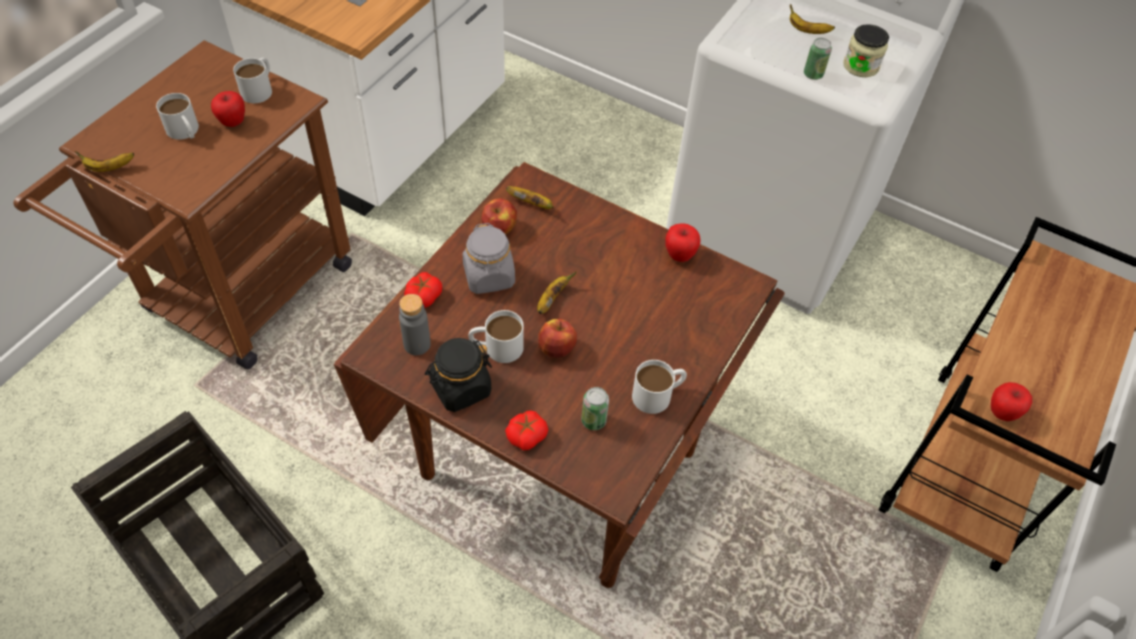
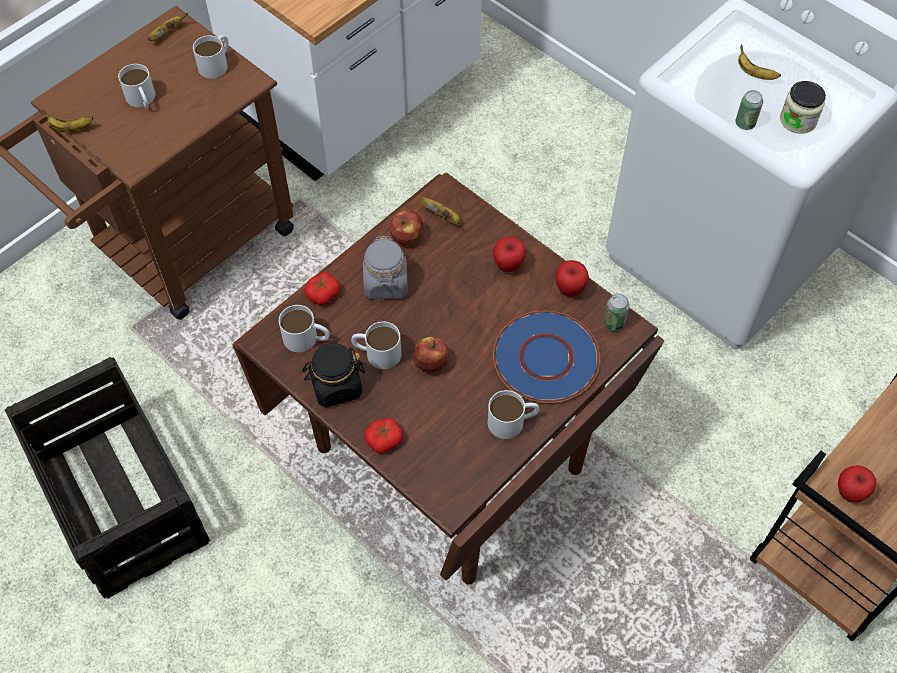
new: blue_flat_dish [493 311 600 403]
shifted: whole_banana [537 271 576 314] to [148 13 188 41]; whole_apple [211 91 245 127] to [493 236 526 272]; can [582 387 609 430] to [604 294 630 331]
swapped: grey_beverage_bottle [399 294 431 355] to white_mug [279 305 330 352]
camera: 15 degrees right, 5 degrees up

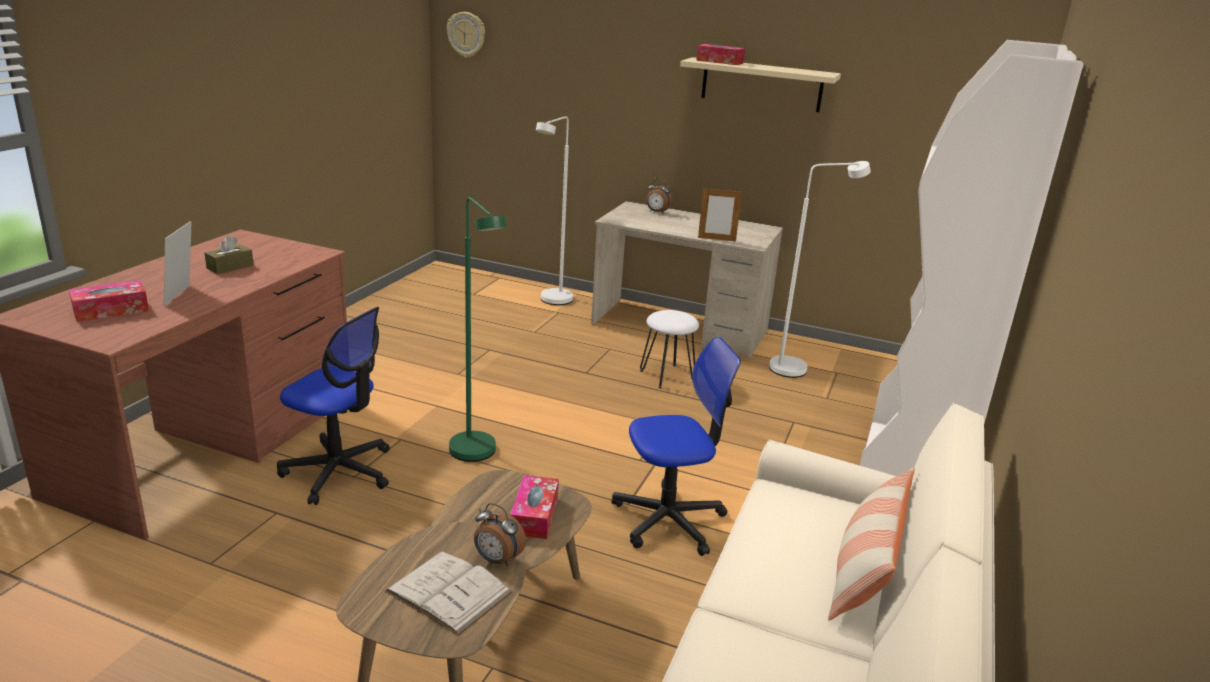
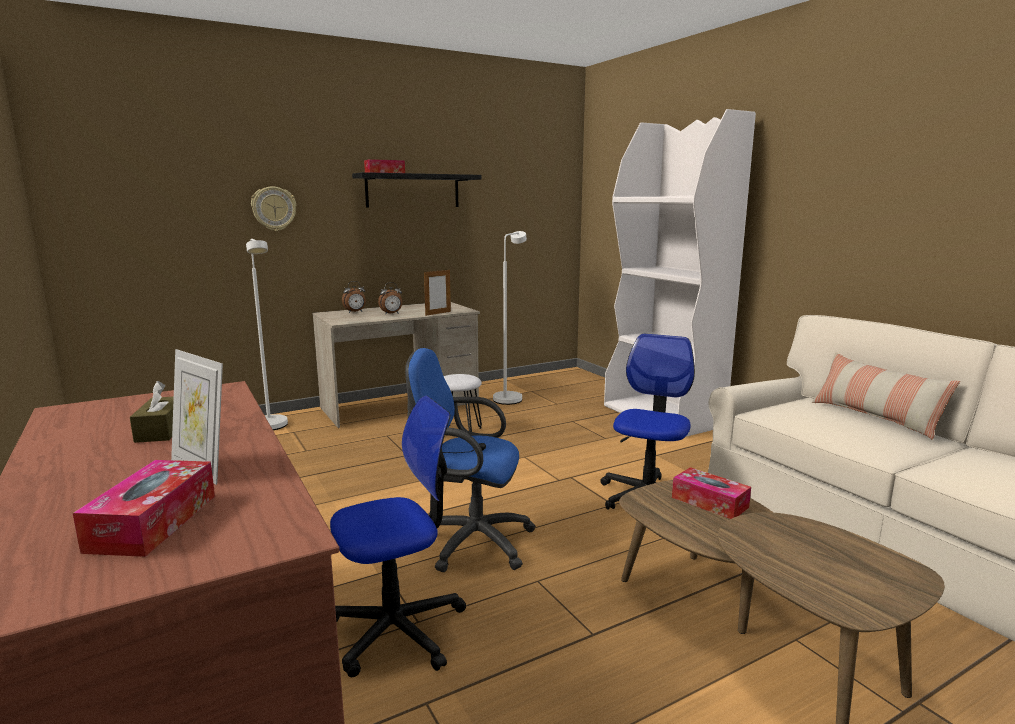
gone: white_bound_book [385 551 512 636]
shifted: wall_clock [447 12 485 58] to [251 186 296 231]; bedside_clock [474 503 526 566] to [378 282 402 314]
swapped: green-coloured_standard_lamp [449 197 506 462] to blue_office_chair [405 348 536 572]
repainted: sand-coloured_wall_shelf [680 57 841 112] to black-coloured_wall_shelf [352 172 481 207]
camera: 50 degrees left, 10 degrees down

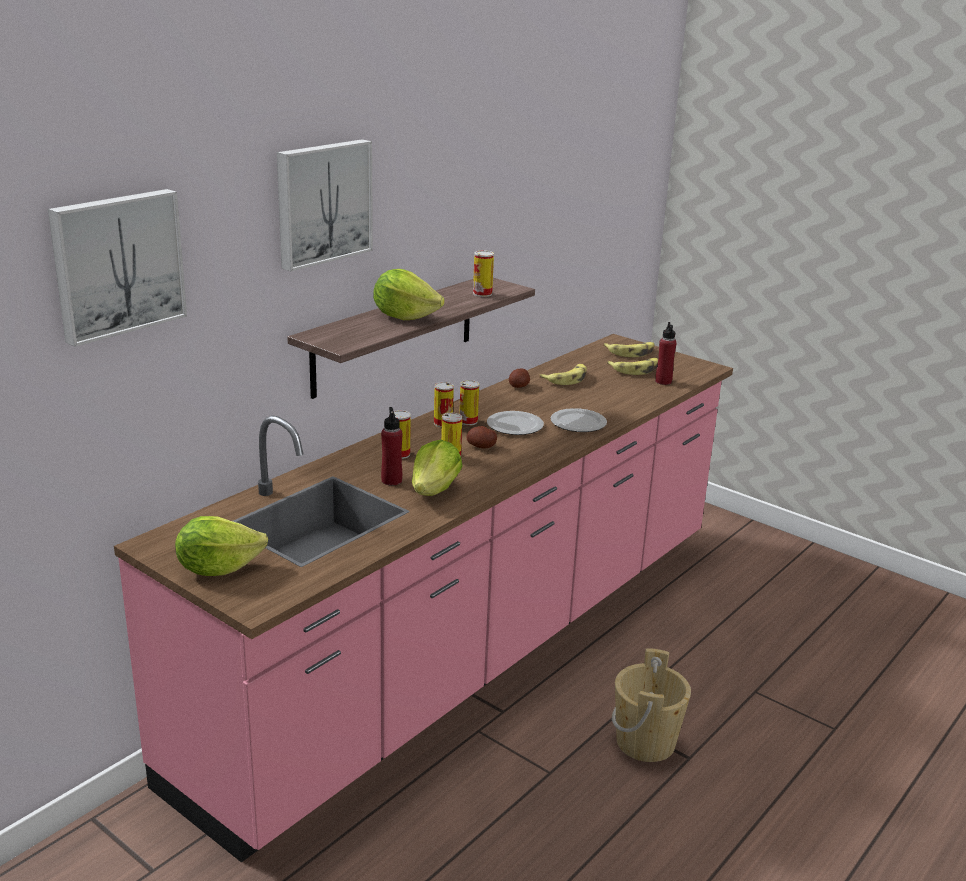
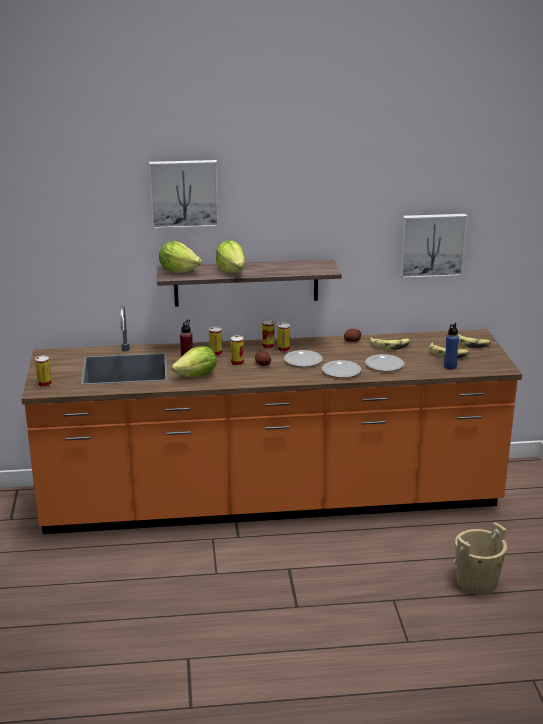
new: flat_dish [365 354 404 371]
shifted: can [473 251 494 297] to [35 356 52 388]; head_of_lettuce [175 516 268 576] to [159 241 202 273]; picture [48 189 187 347] to [400 214 467 279]; sand-coloured_water_bucket [612 648 691 762] to [454 522 507 595]
repainted: pinkish_kitchen_base_unit [114 334 733 862] to orange-coloured_kitchen_base_unit [21 306 522 534]; reddish_beverage_bottle [655 322 677 385] to blue_beverage_bottle [444 323 459 369]
camera: 45 degrees right, 0 degrees up

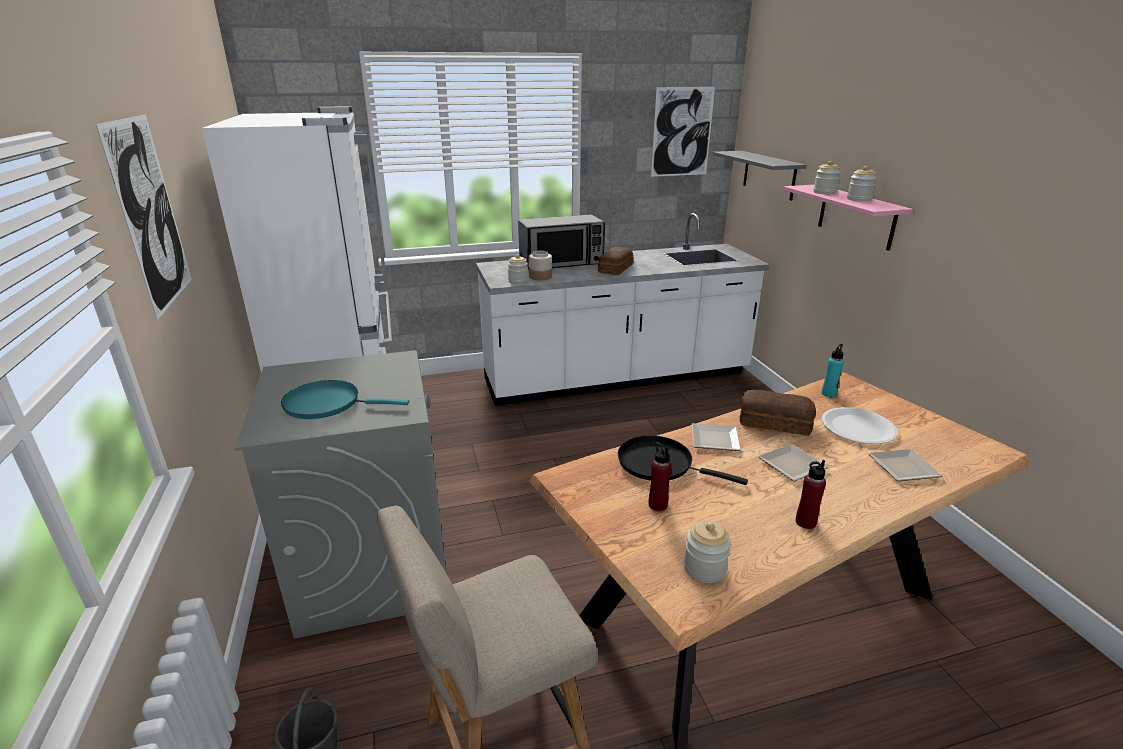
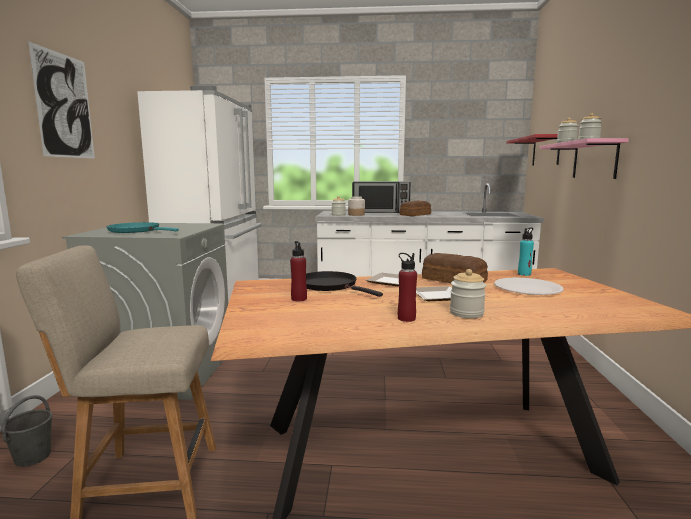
gone: picture [651 87 715 177]; flat_dish [868 449 943 481]
shifted: preserve_jar [684 520 731 583] to [450 269 486 318]
repainted: grey_wall_shelf [713 151 806 201] to reddish_wall_shelf [507 134 560 166]
camera: 20 degrees right, 15 degrees down

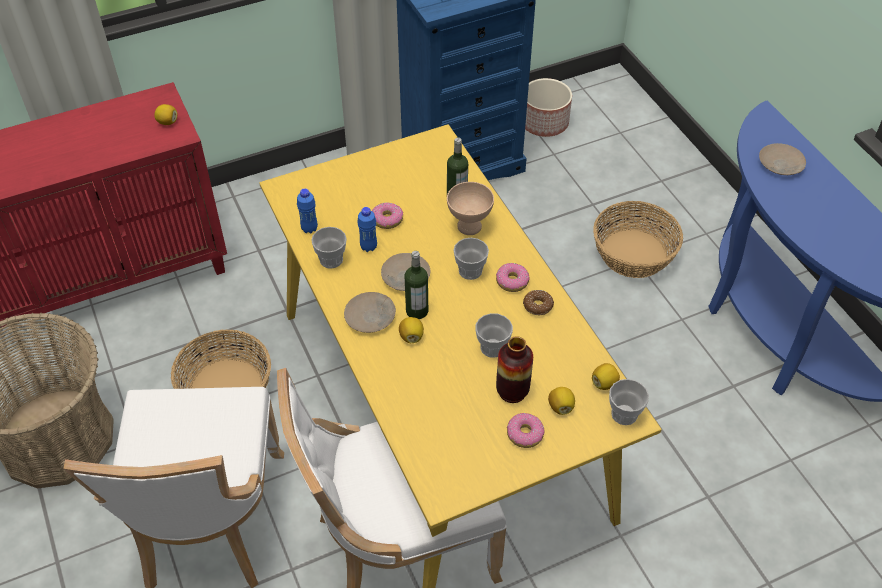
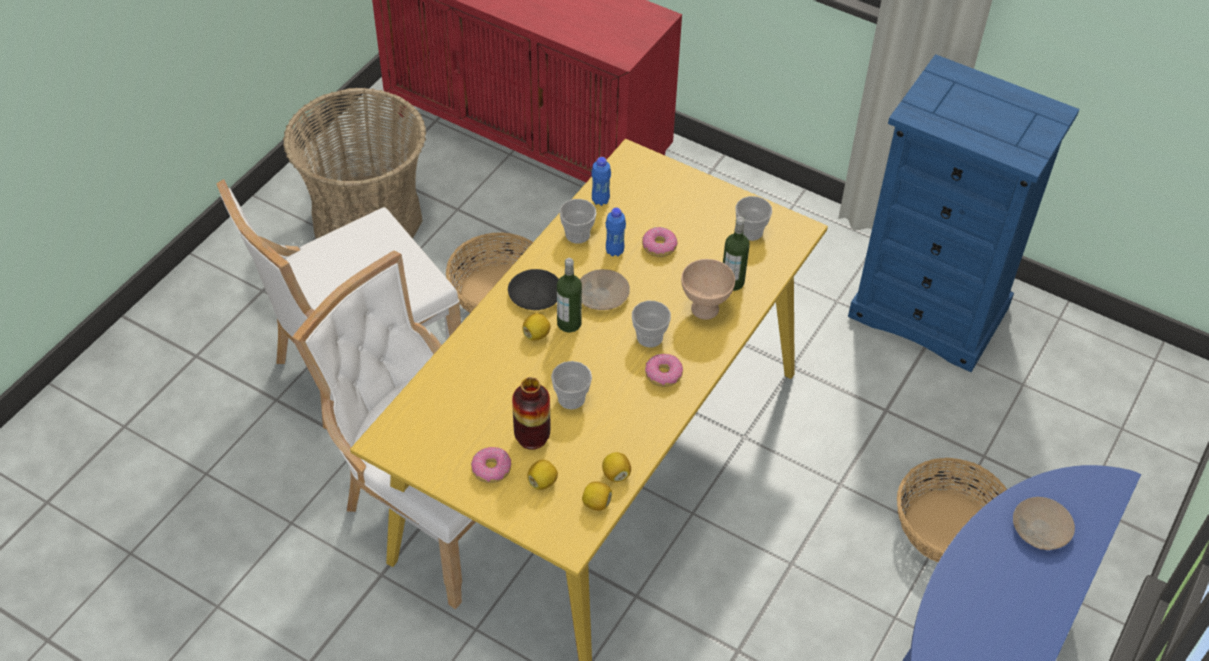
gone: donut [523 290 554 315]; planter [525 78 572 137]
shifted: citrus_fruit [154 104 177 125] to [602 452 631 482]; cup [609 379 649 425] to [735 196 772 241]
repainted: sand-coloured_flat_dish [344 292 396 333] to black-coloured_flat_dish [508 269 559 310]
camera: 55 degrees right, 0 degrees up

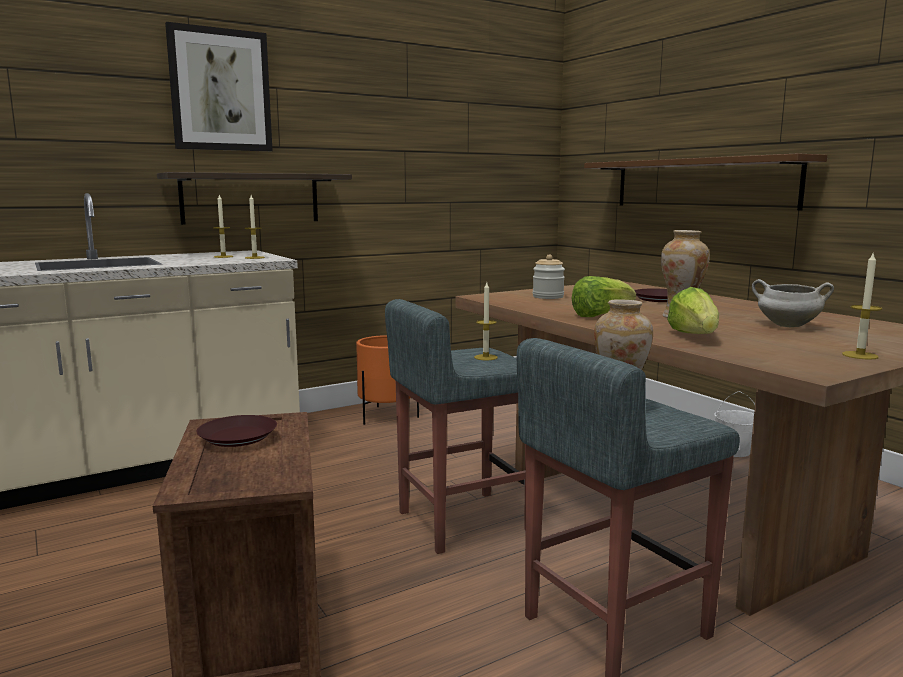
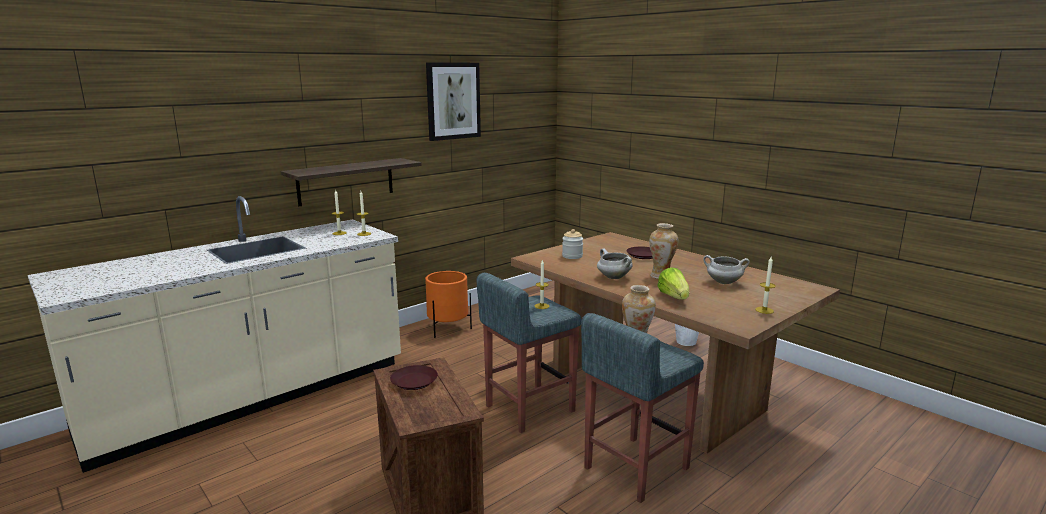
gone: brownish_wall_shelf [584 153 827 210]
shifted: picture [165 22 273 151] to [426 62 481 141]
swapped: head_of_lettuce [572 276 636 317] to white_cooking_pot [597 248 633 279]
camera: 10 degrees left, 5 degrees up

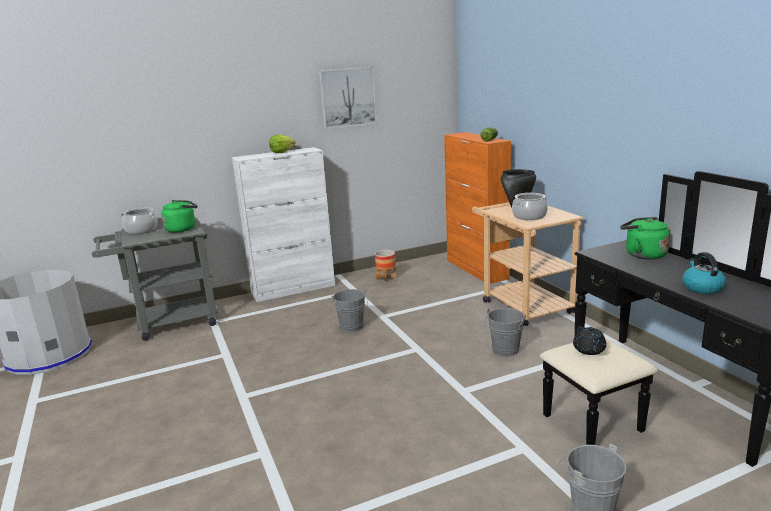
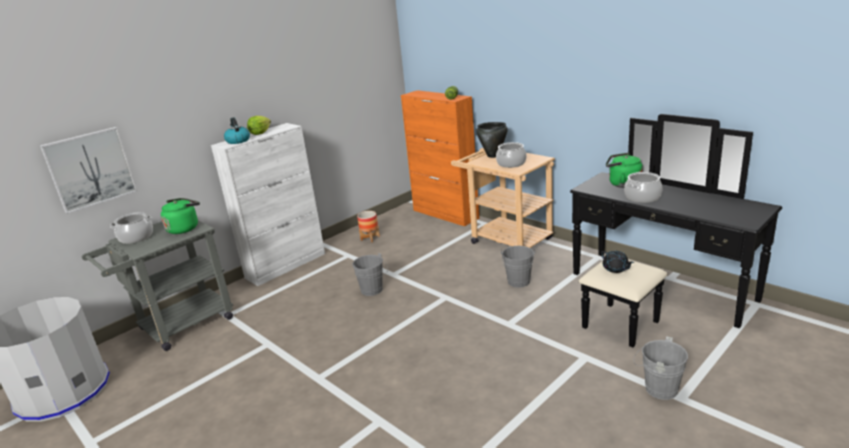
new: cooking_pot [624 172 662 203]
shifted: picture [319 67 377 129] to [40 127 137 214]; kettle [682 252 726 294] to [224 117 250 144]
camera: 20 degrees left, 5 degrees up

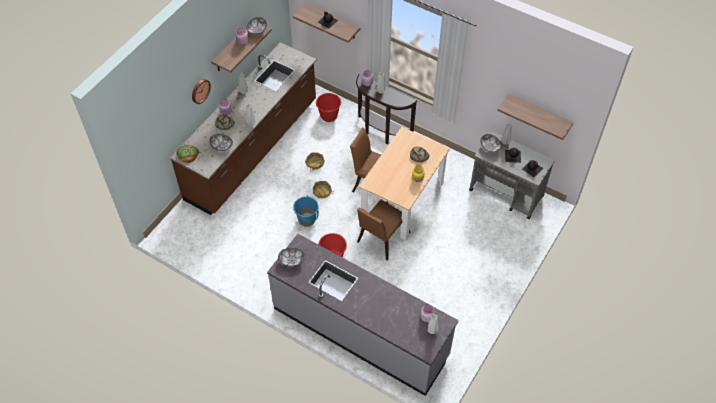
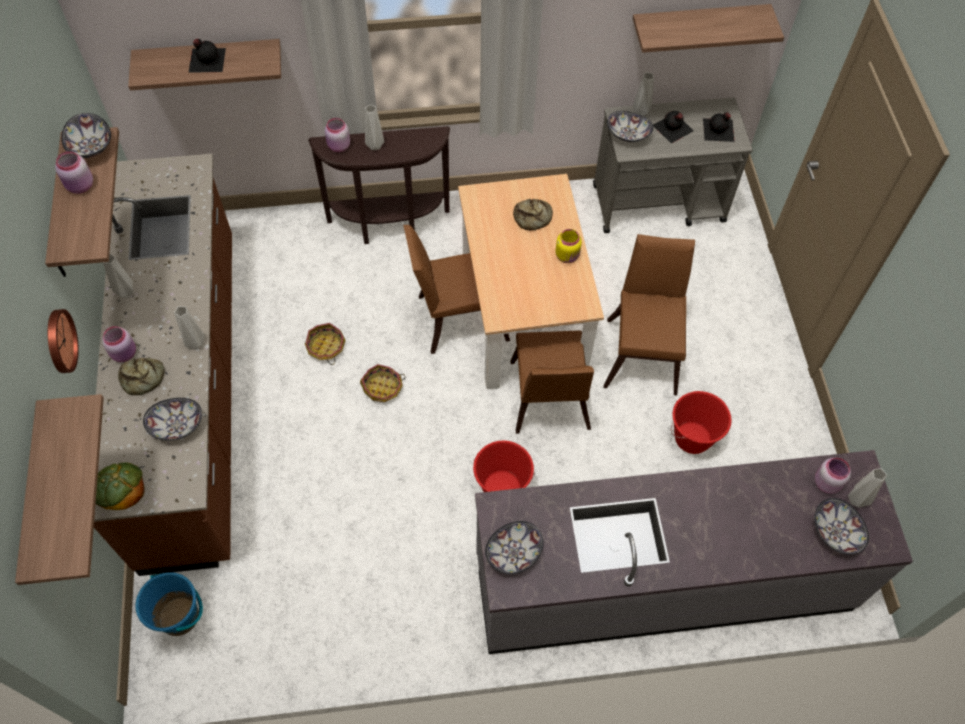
new: wall_shelf [15 394 104 585]; brownish_upright_chair [604 234 695 395]; serving_bowl [815 498 869 554]
shifted: blue_water_bucket [293 196 319 227] to [135 572 203 636]; reddish_water_bucket [316 93 342 122] to [671 391 732 454]
camera: 40 degrees left, 5 degrees up

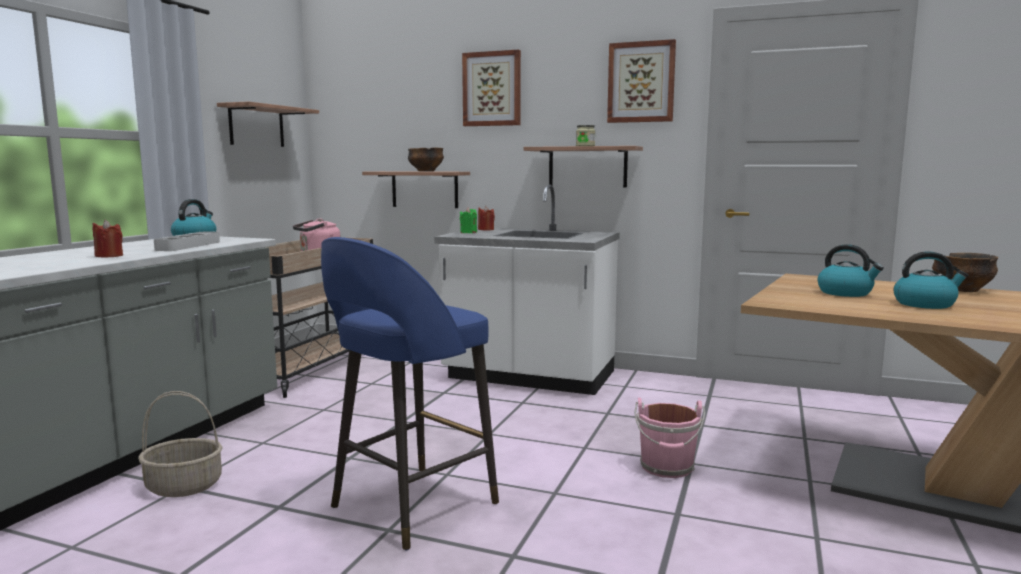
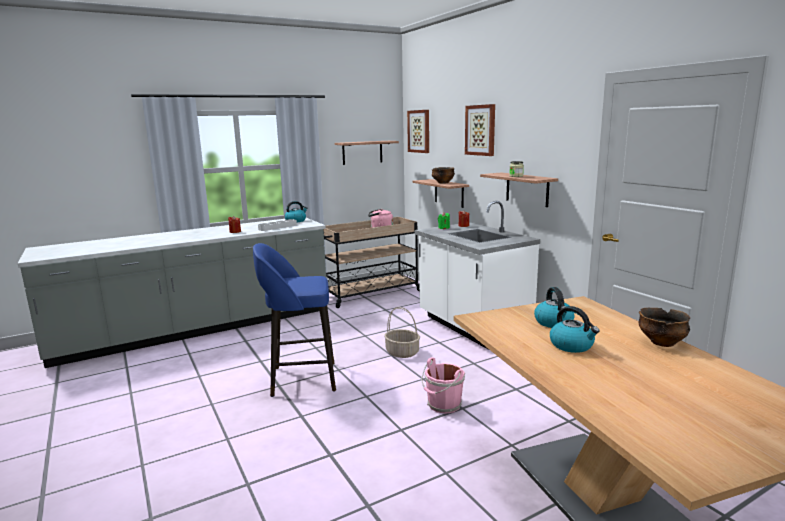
shifted: household_basket [138 391 223 497] to [384 307 420 358]; picture [607 39 676 123] to [407 110 429 153]
camera: 40 degrees right, 5 degrees up

